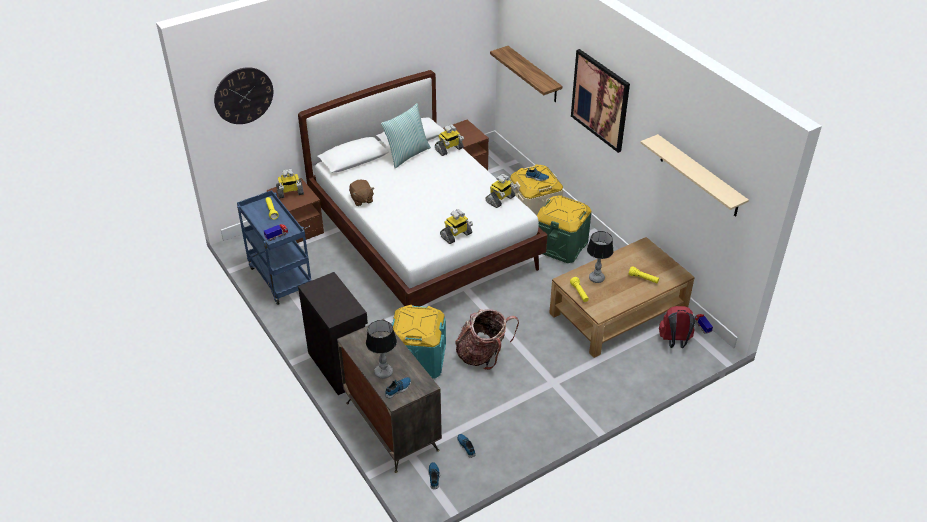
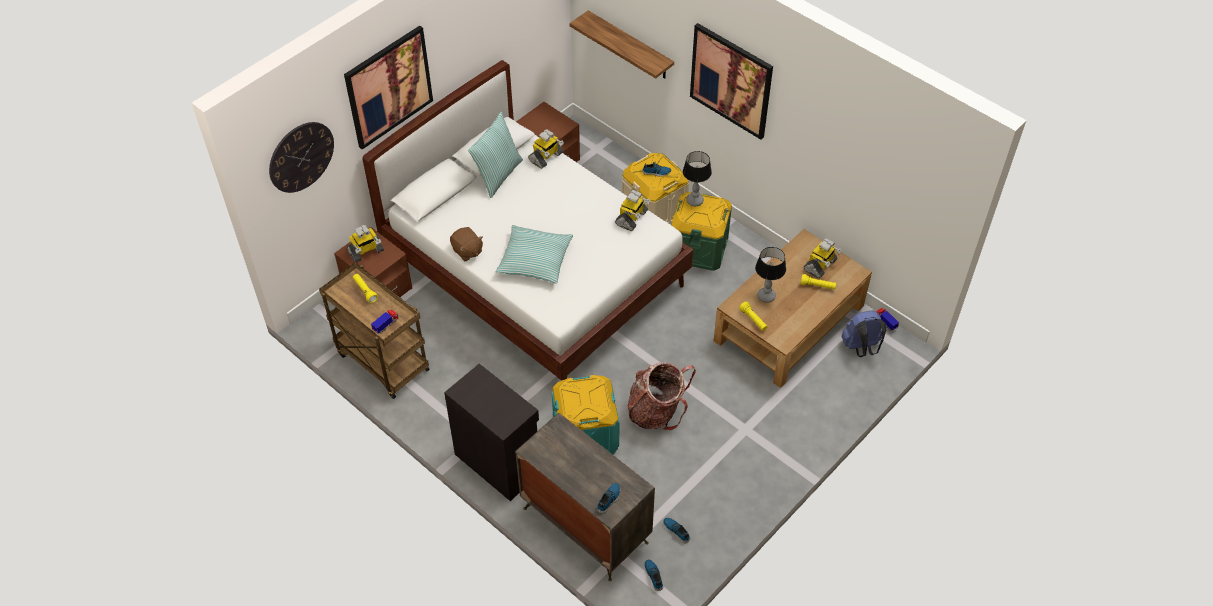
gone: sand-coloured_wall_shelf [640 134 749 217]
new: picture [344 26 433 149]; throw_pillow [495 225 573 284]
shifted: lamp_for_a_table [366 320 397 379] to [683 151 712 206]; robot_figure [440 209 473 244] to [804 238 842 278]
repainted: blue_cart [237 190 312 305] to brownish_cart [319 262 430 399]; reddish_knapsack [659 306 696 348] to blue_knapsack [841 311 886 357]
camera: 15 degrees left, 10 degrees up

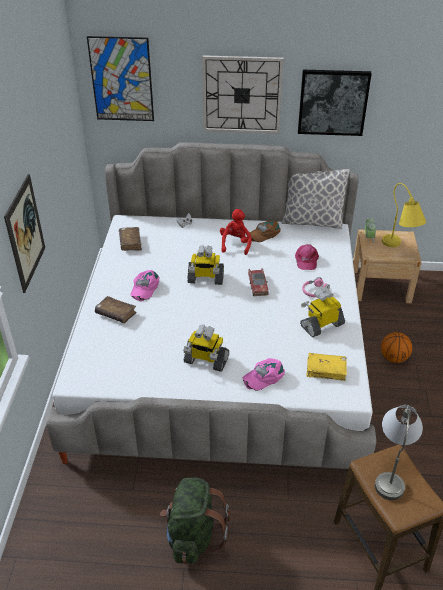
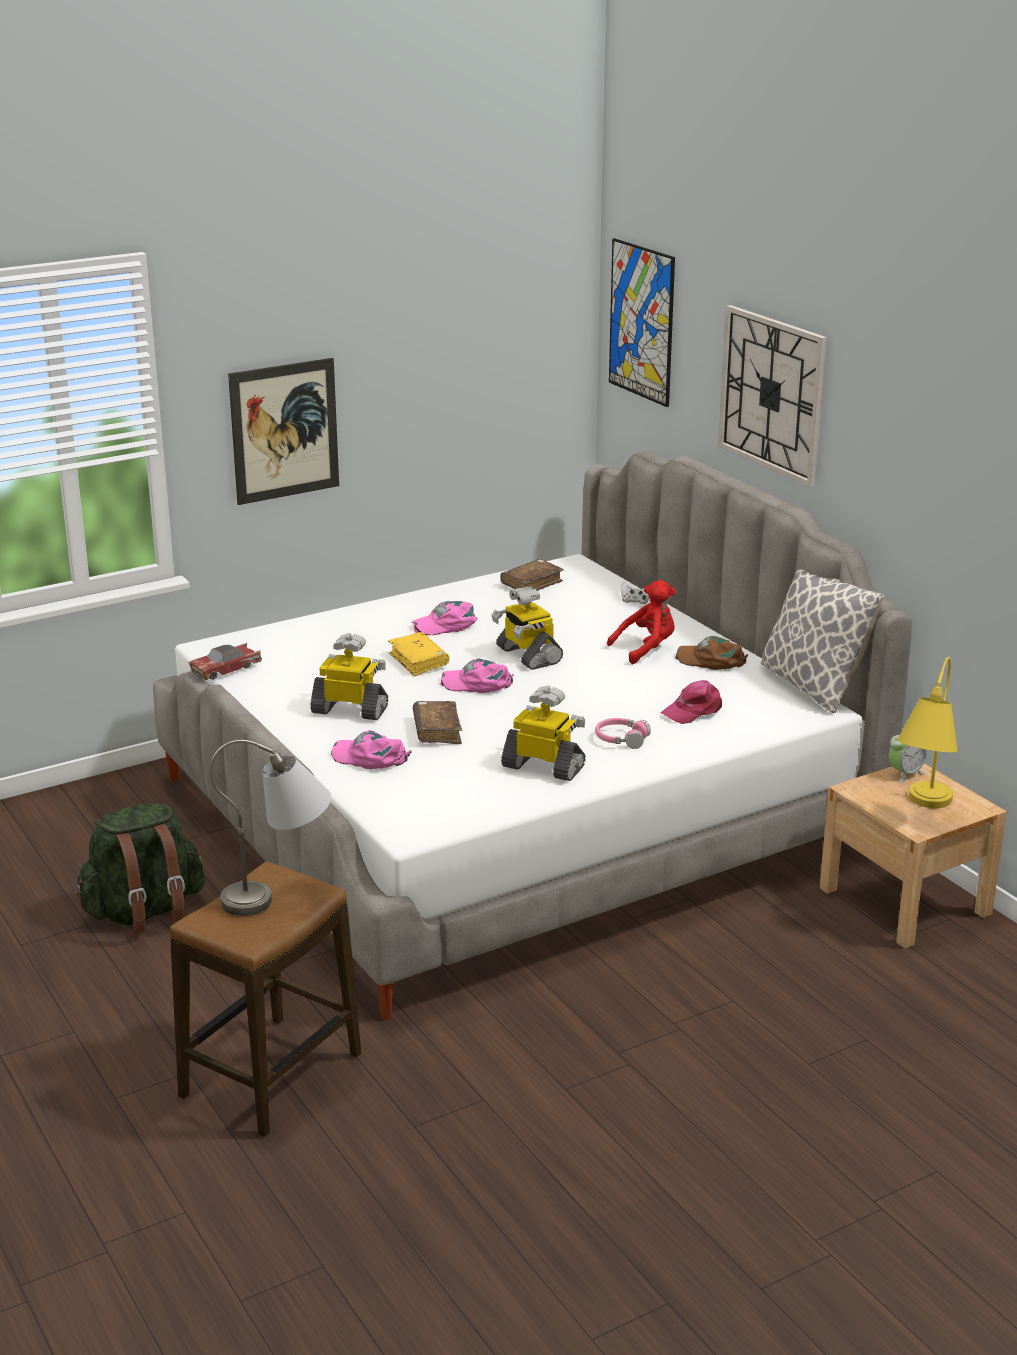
gone: picture [298 70 372 136]; ball_for_basketball [381 332 412 363]
new: pinkish_cap [440 658 514 693]
shifted: toy_car [248 268 268 296] to [188 643 262 680]; yellow_bound_book [307 353 347 381] to [388 632 449 676]; brownish_bound_book [95 296 137 323] to [413 701 462 744]
rotated: robot_figure [183 325 229 372] = [310 633 388 720] 120 degrees clockwise
camera: 55 degrees right, 15 degrees down

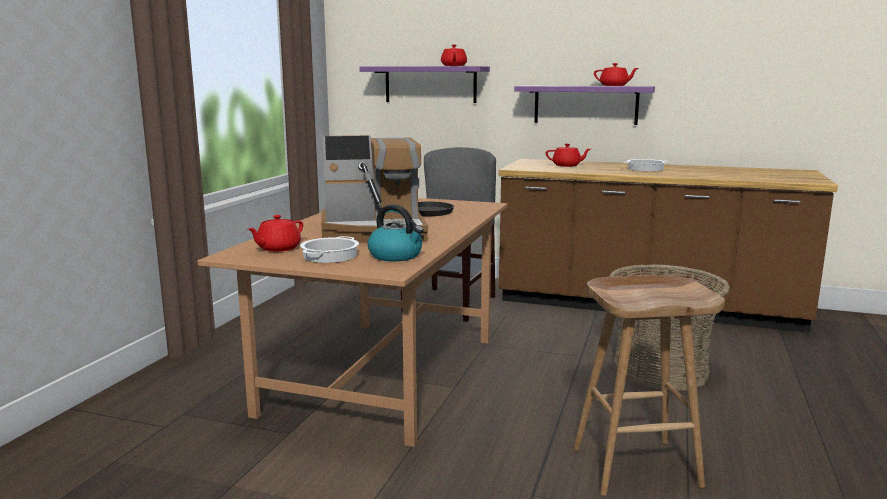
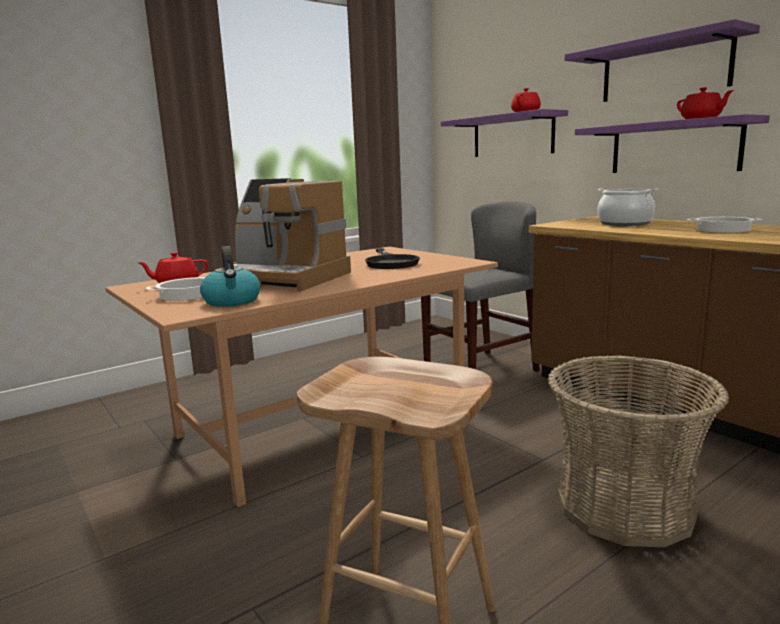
new: purplish_wall_shelf [565 19 760 102]
swapped: reddish_tea_pot [546 144 591 167] to cooking_pot [597 188 658 226]
camera: 35 degrees right, 0 degrees up

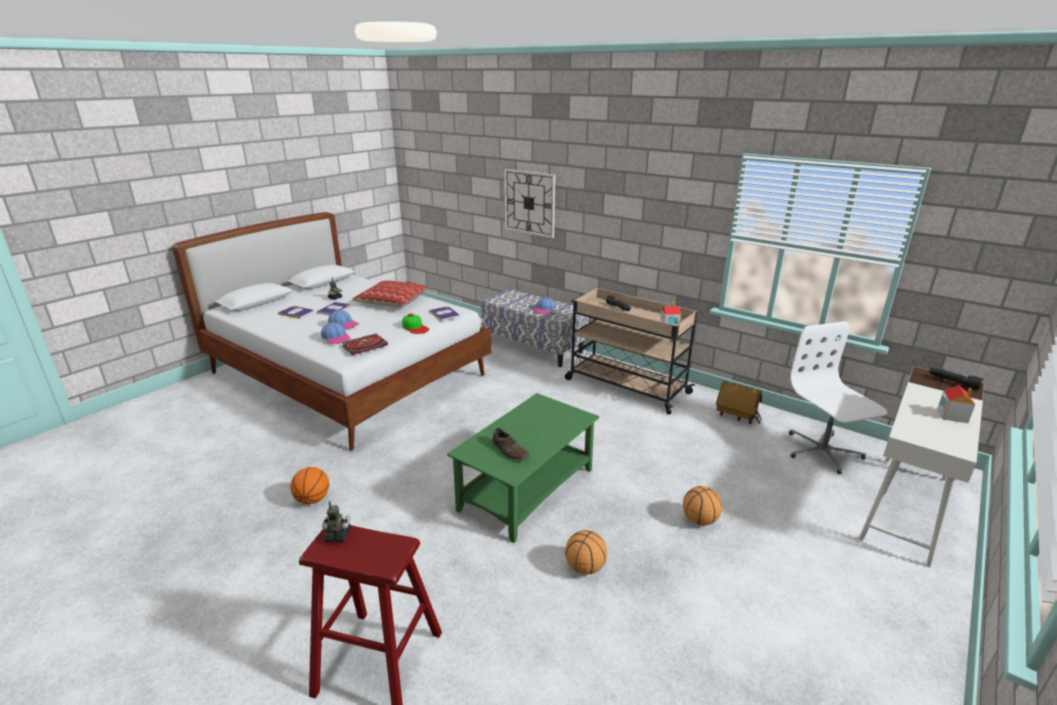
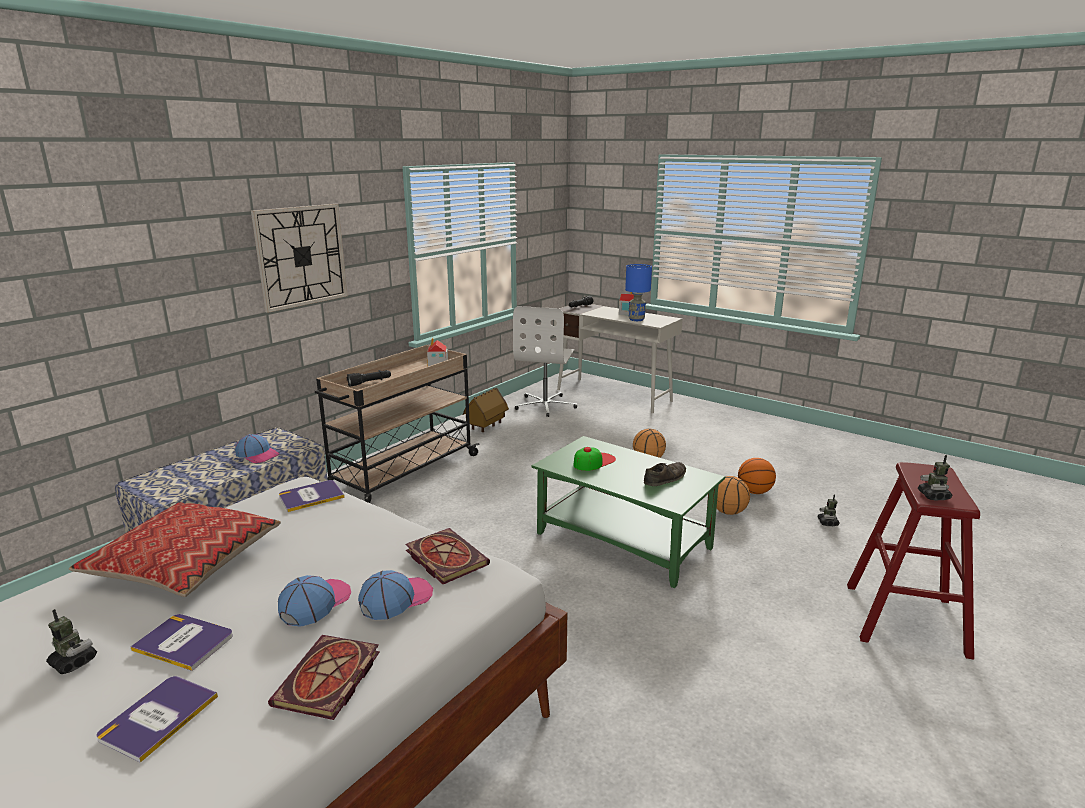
new: bound_book [268 635 380 720]; blue_lamp_for_a_table [625 264 652 321]; robot_figure [817 494 840 526]
shifted: wall_clock [504 169 555 238] to [251 204 348 313]; cap [402 314 429 334] to [573 447 616 471]; ball_for_basketball [290 467 329 504] to [738 458 776 494]
rotated: white_office_chair [789 321 887 474] = [513 306 577 417] 60 degrees counterclockwise
camera: 90 degrees left, 5 degrees down

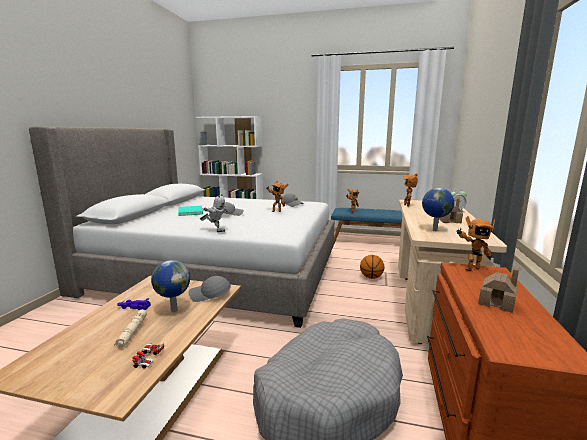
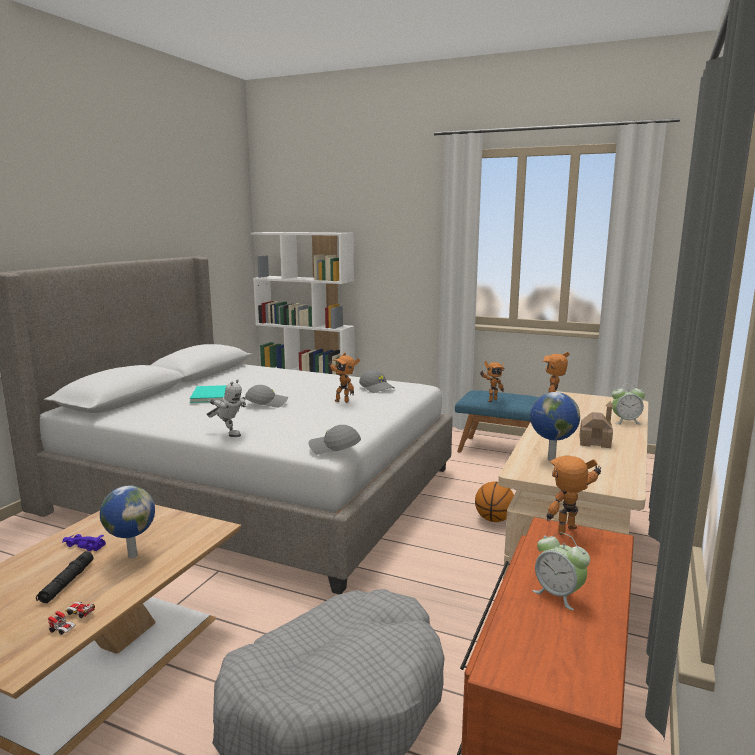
shifted: grey_cap [188 276 231 302] to [309 425 361 454]
swapped: model_house [478 264 521 313] to bedside_clock [532 532 590 610]
repainted: sand-coloured_hand_torch [114 310 147 348] to black-coloured_hand_torch [36 551 94 603]
rotated: robot_figure [457 216 495 271] = [547 456 601 535] 150 degrees clockwise
camera: 10 degrees right, 0 degrees up

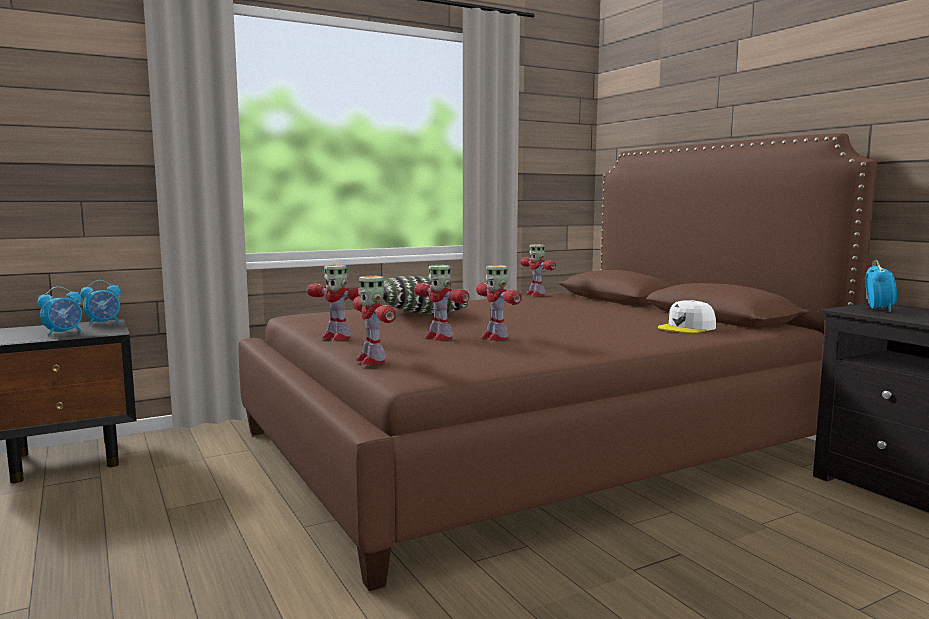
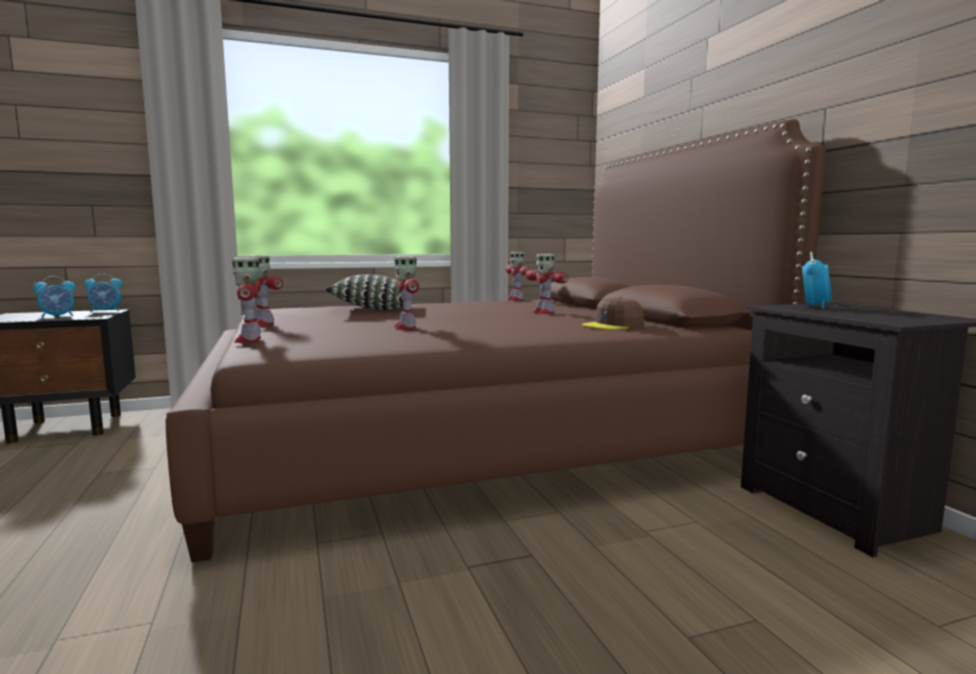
shifted: robot_figure [414 265 470 341] to [526 254 568 314]
repainted: white_cap [658 300 716 333] to brownish_cap [582 297 644 330]
camera: 10 degrees right, 0 degrees up

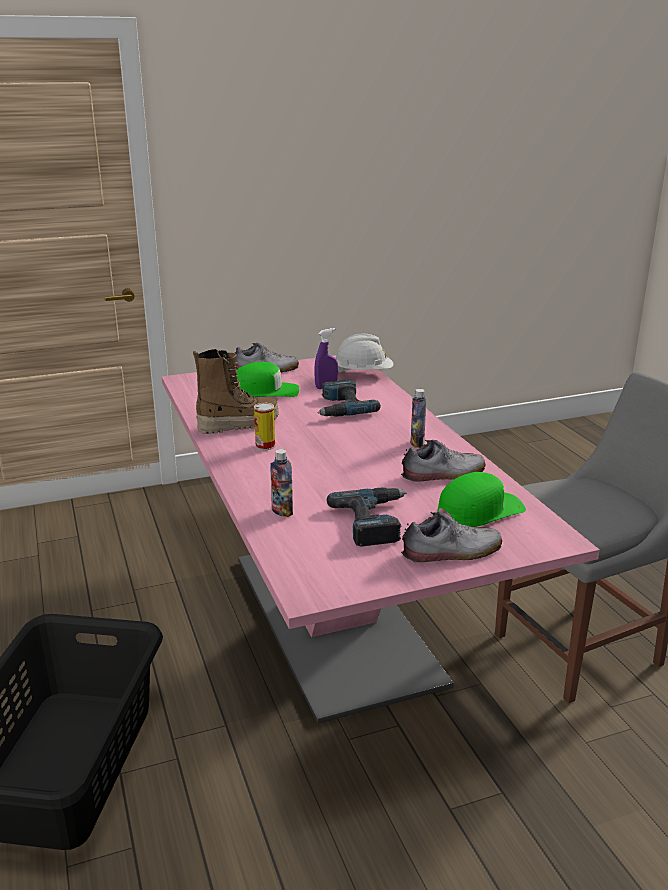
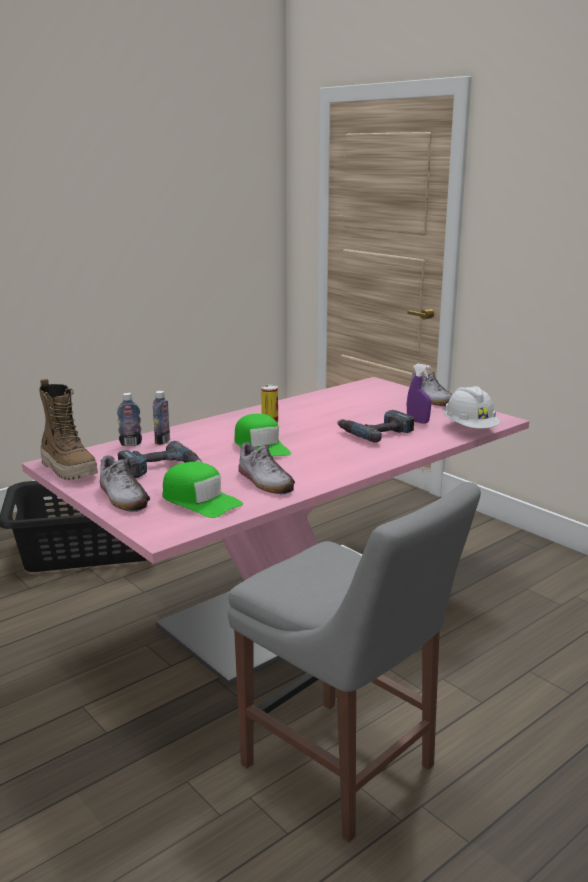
shifted: boot [193 349 279 434] to [39 379 98 480]; beverage_bottle [411 389 426 448] to [117 393 142 446]; green-coloured_cap [236 362 299 397] to [234 414 291 457]
camera: 70 degrees right, 5 degrees down

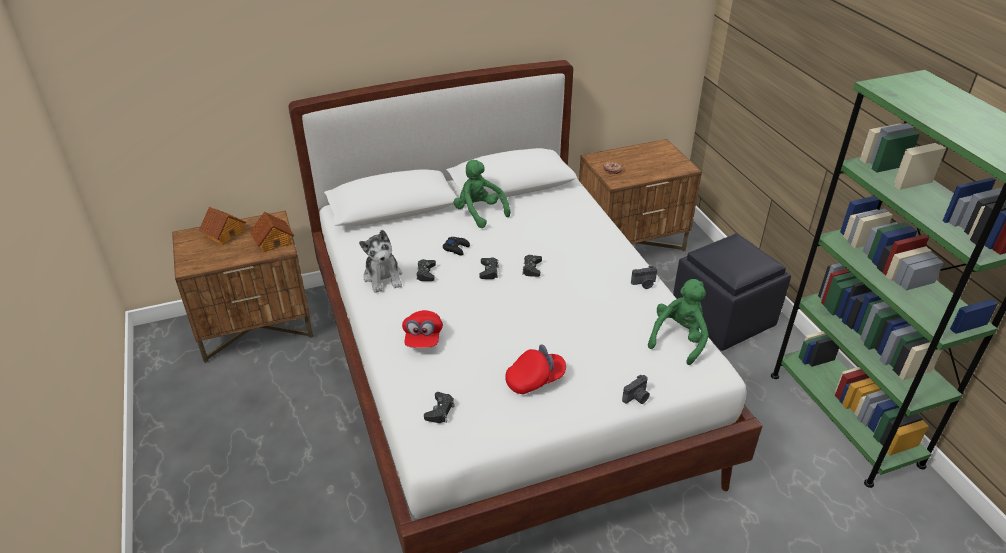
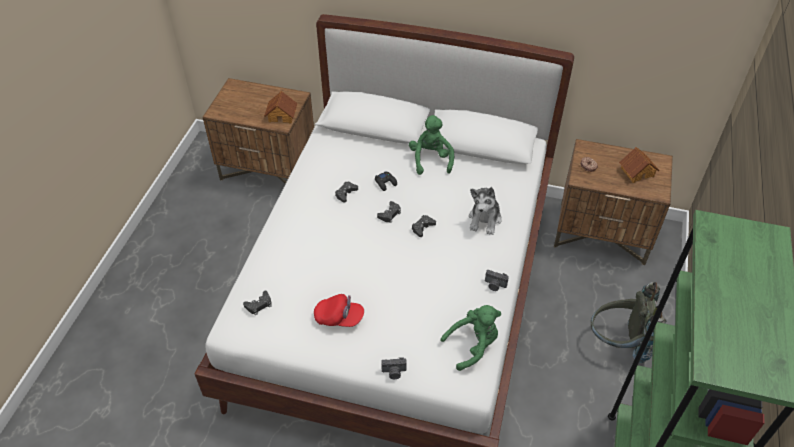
gone: reddish_cap [402 310 443 348]
shifted: plush_toy [359 230 402 293] to [469 186 502 235]; model_house [199 207 246 245] to [619 147 659 183]
swapped: black-coloured_pouffe [673 233 791 351] to grey_knapsack [591 282 666 363]
camera: 35 degrees right, 10 degrees up

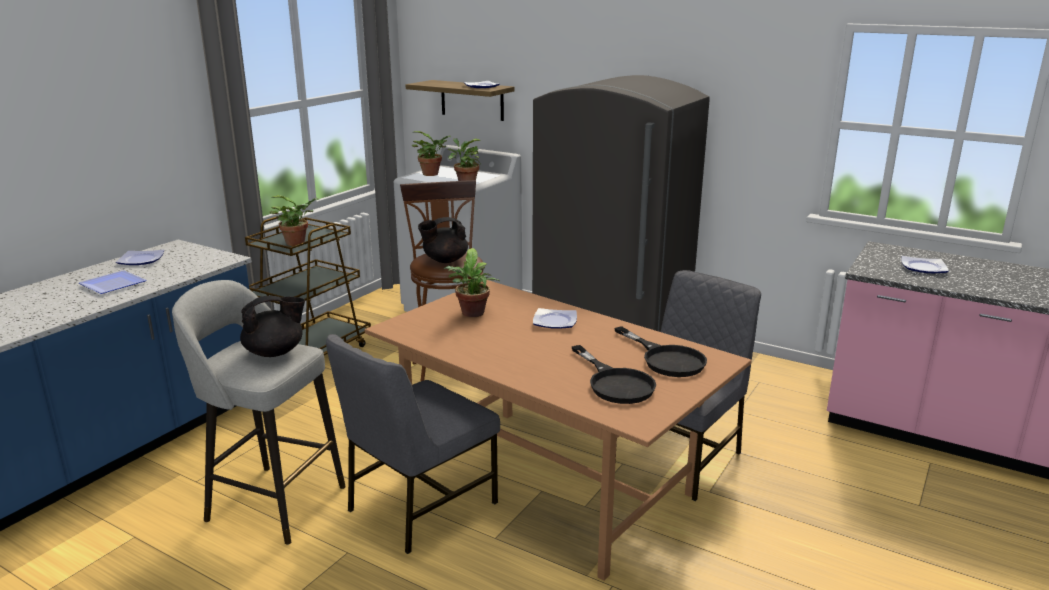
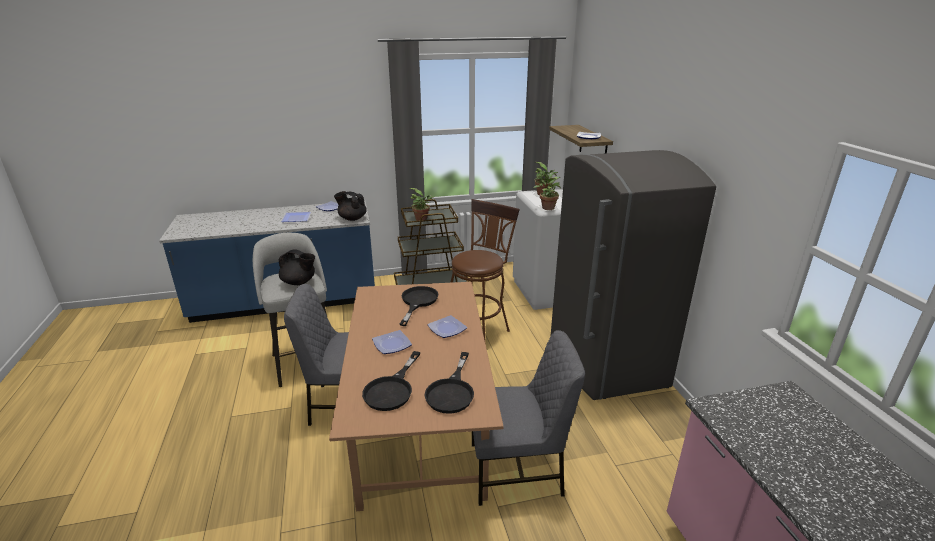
shifted: black-coloured_tea_pot [418 217 468 263] to [334 191 367 221]; flat_dish [901 256 949 273] to [372 330 412 354]
swapped: houseplant [444 248 500 317] to black-coloured_skillet [400 286 439 326]
camera: 45 degrees right, 5 degrees up

